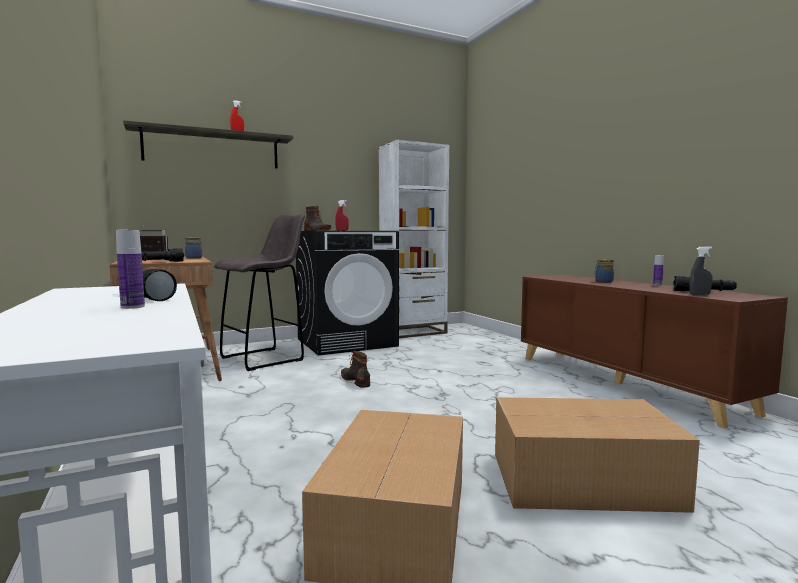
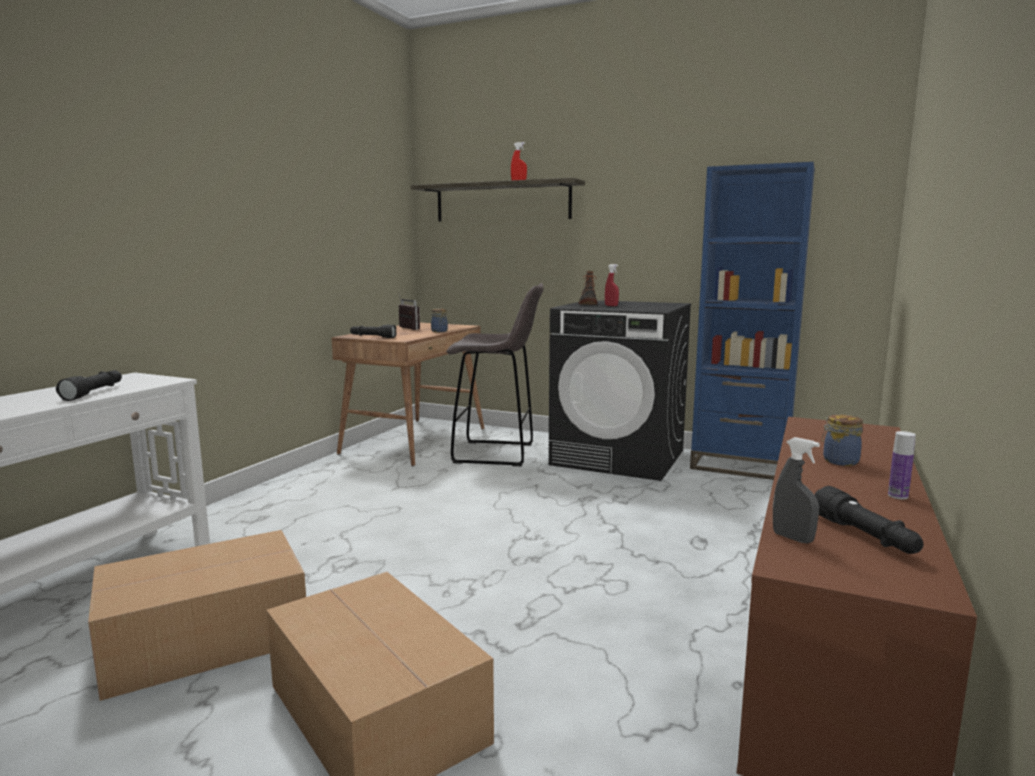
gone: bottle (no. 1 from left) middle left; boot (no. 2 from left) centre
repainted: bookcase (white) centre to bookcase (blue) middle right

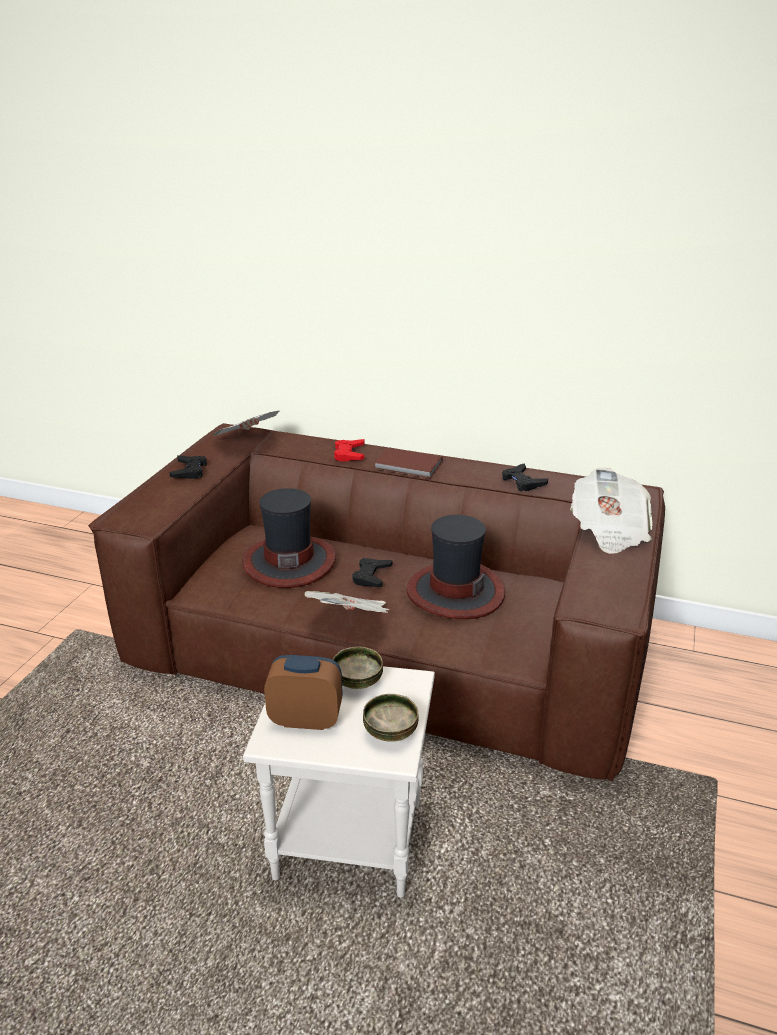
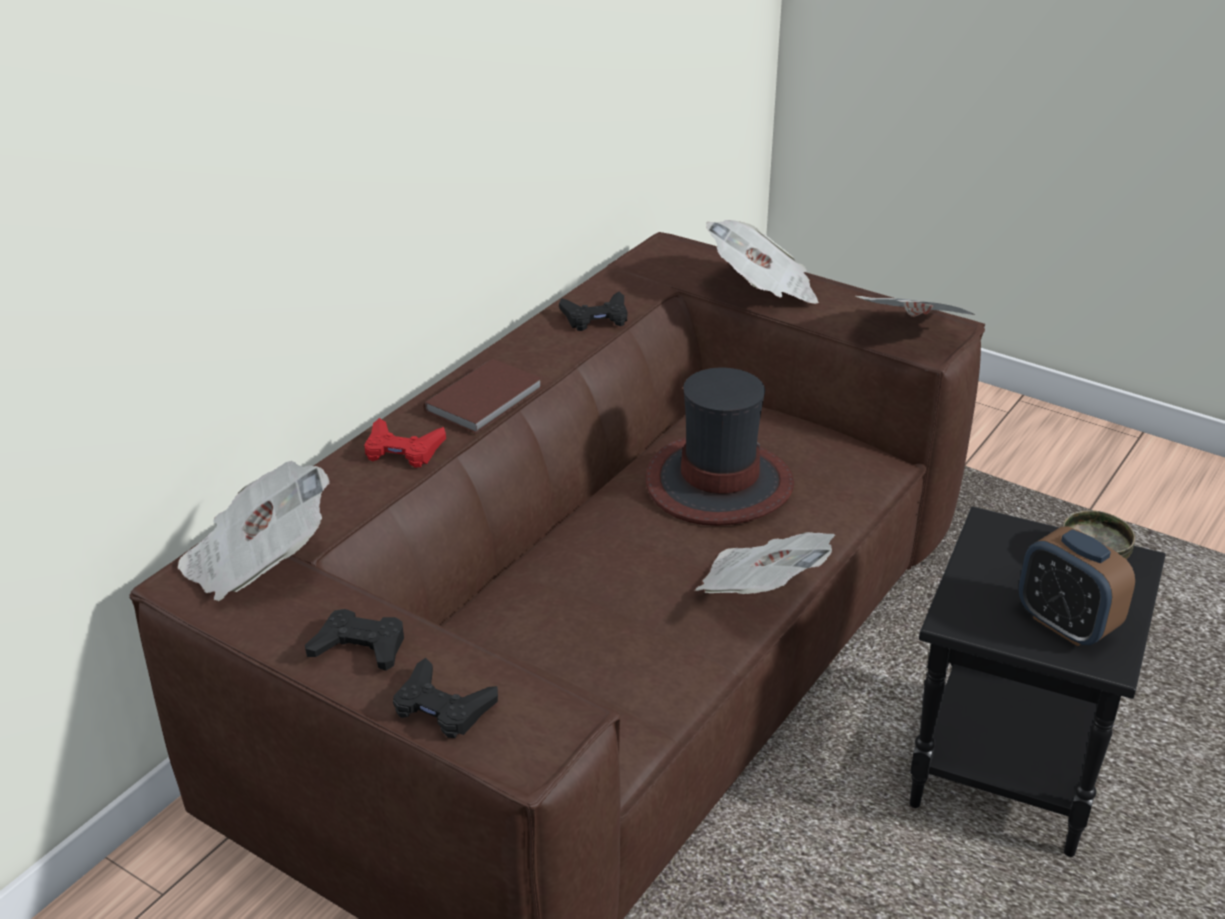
gone: hat (no. 1 from left) centre; bowl (no. 1 from left) centre
new: newspaper (no. 4 from left) top right
shifted: game controller (black) (no. 2 from left) centre to bottom centre
repainted: side table (white) bottom centre to side table (black) bottom right
rotated: alarm clock bottom centre = middle right 60 degrees counterclockwise

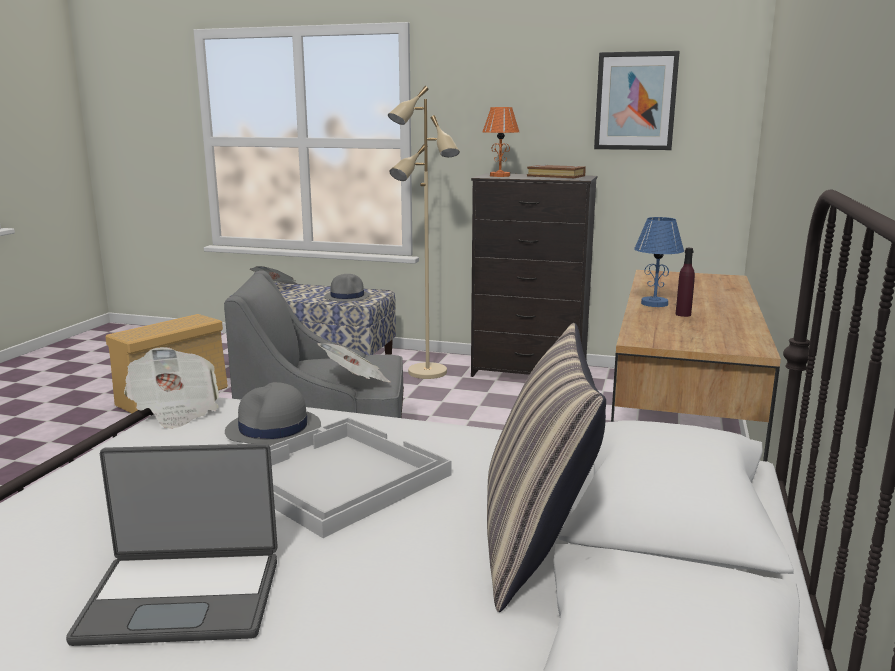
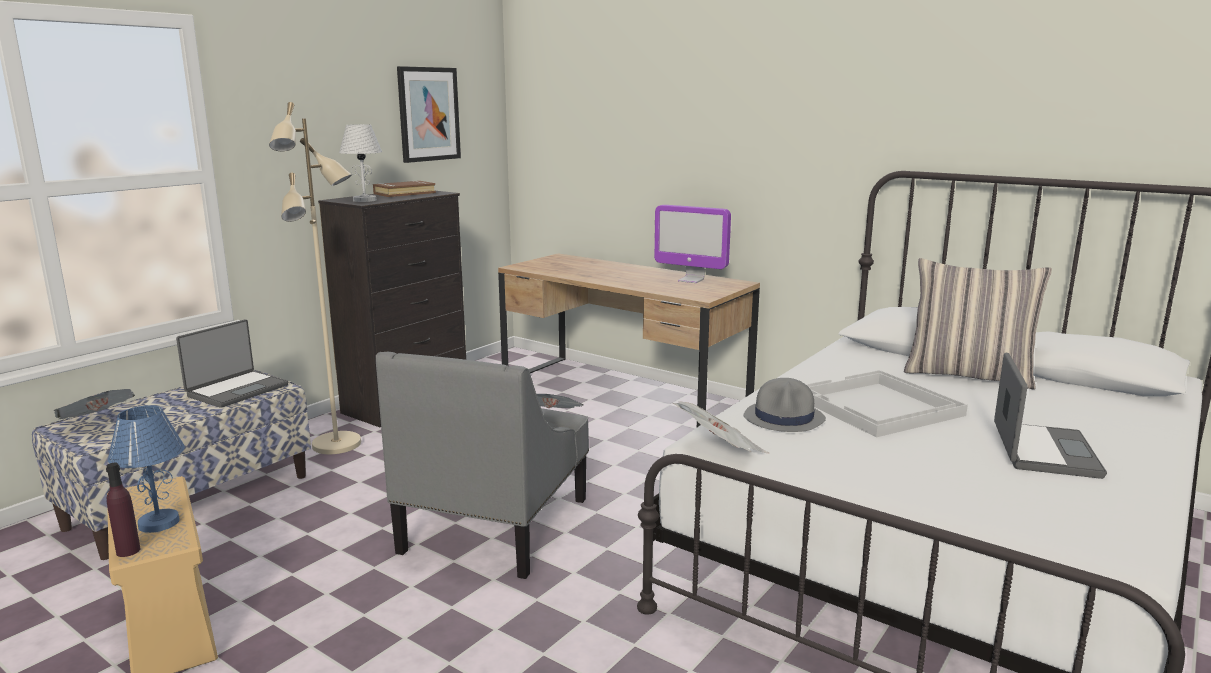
new: monitor centre
shifted: table lamp (blue) middle right to bottom left; bottle (purple) middle right to bottom left
swapped: hat (grey) (no. 2 from left) centre to laptop (no. 1 from left) middle left
repainted: table lamp (orange) top centre to table lamp (white) top left

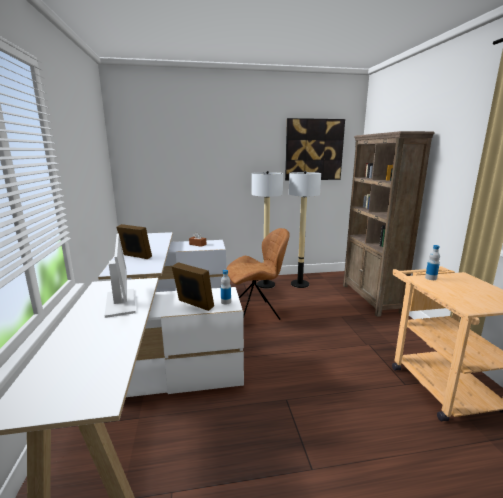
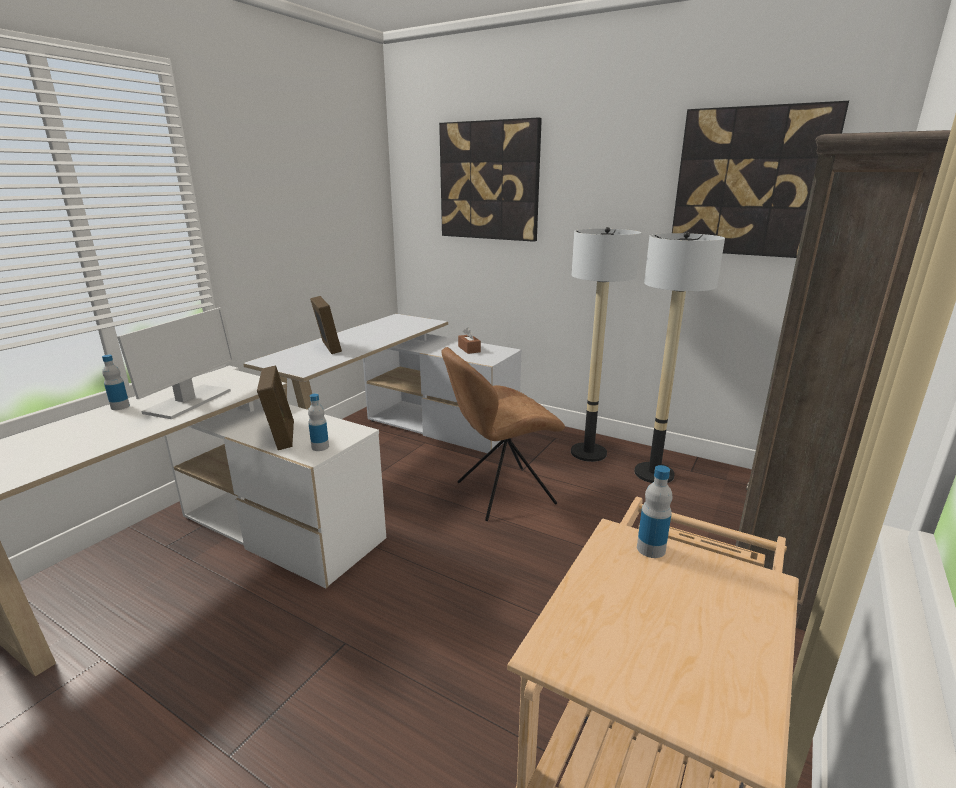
new: bottle (no. 1 from left) middle left; picture (no. 1 from left) top centre
rotated: chair (brown) centre = centre 135 degrees clockwise

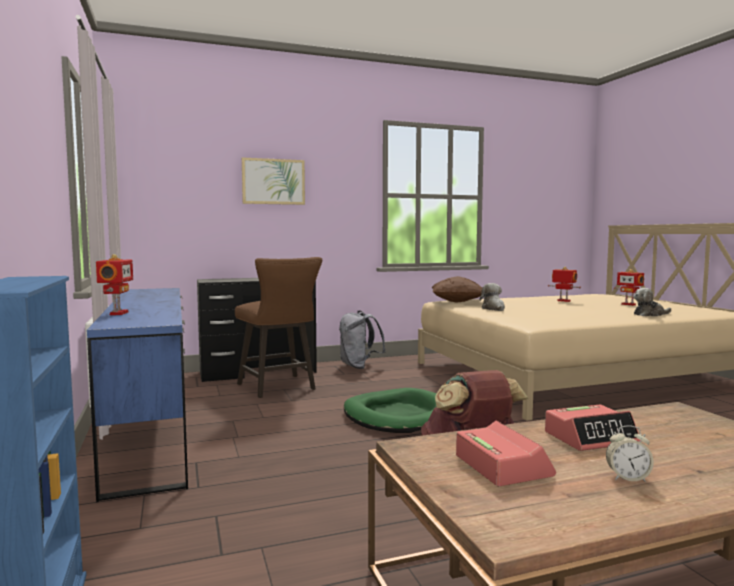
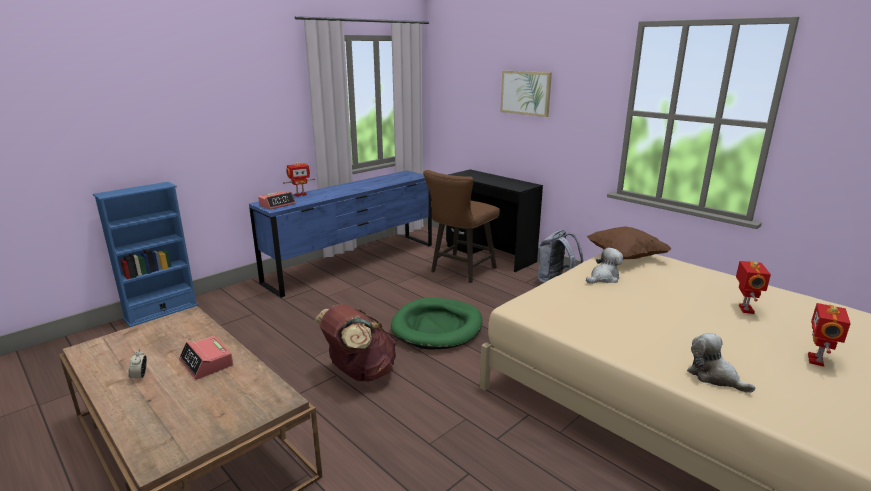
shifted: alarm clock (no. 1 from left in the first image) bottom right to alarm clock (no. 3 from left) middle left

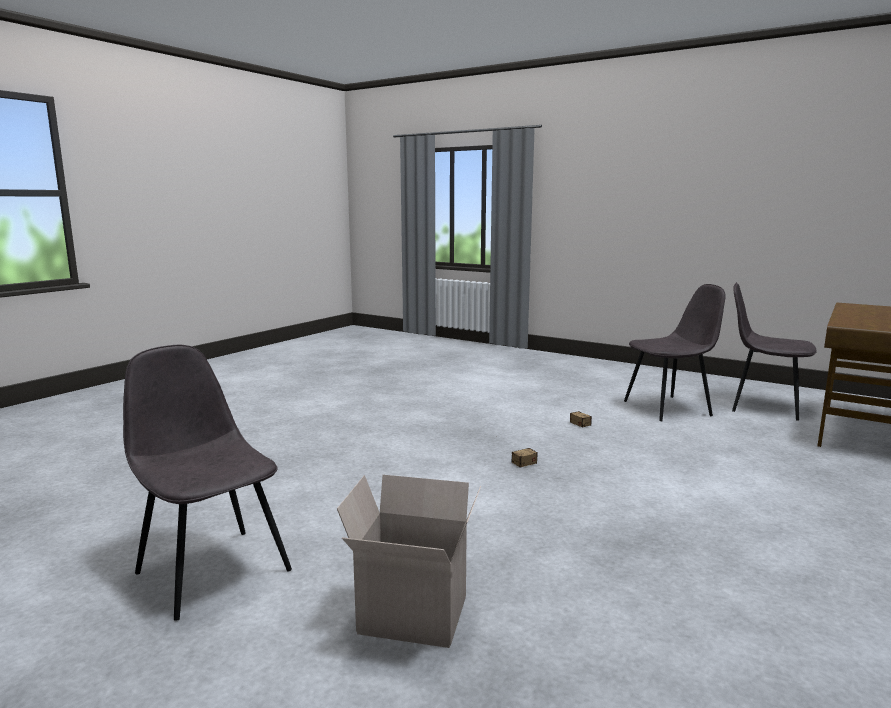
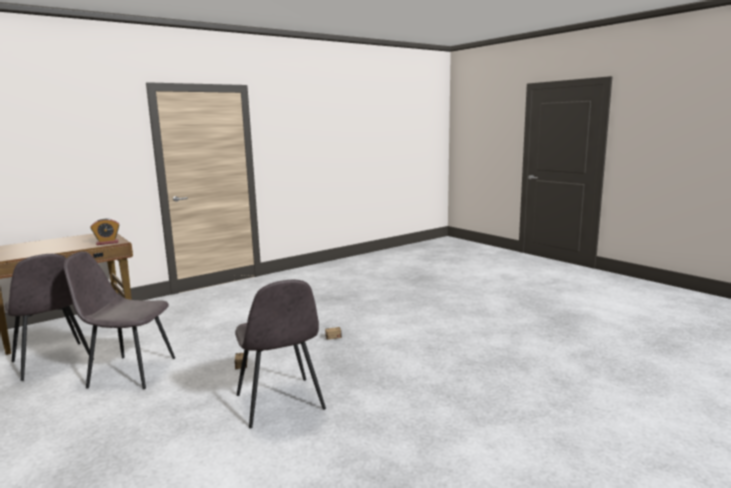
gone: cardboard box bottom centre
new: alarm clock middle left
shifted: chair (grey) (no. 1 from left in the first image) bottom left to chair (grey) (no. 3 from left) bottom centre

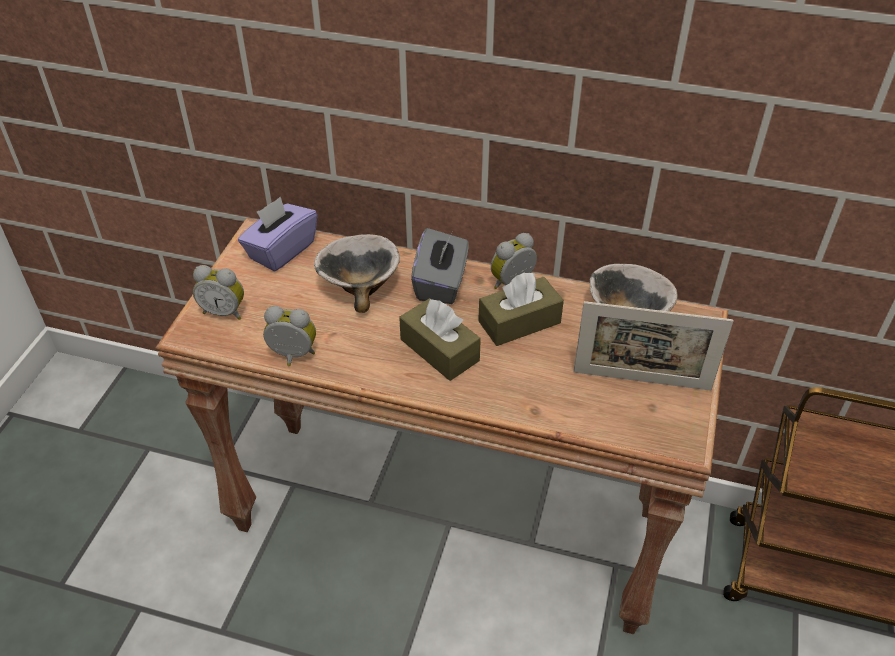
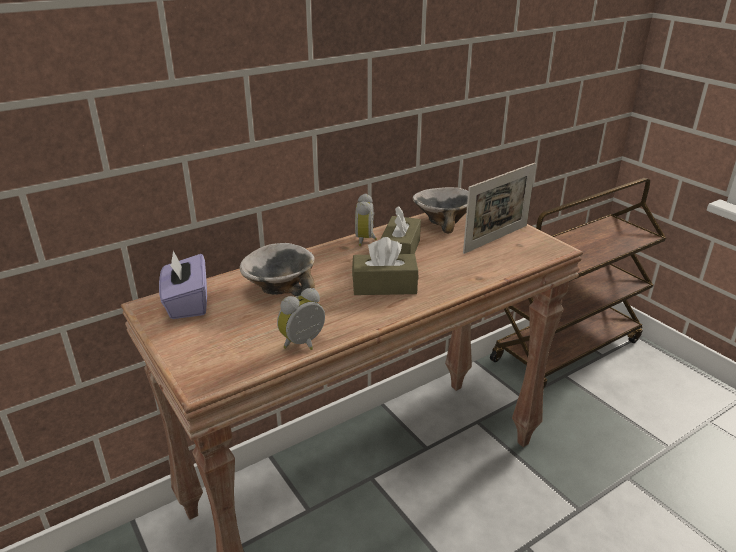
gone: alarm clock (no. 1 from left) middle left; tissue box (grey) centre

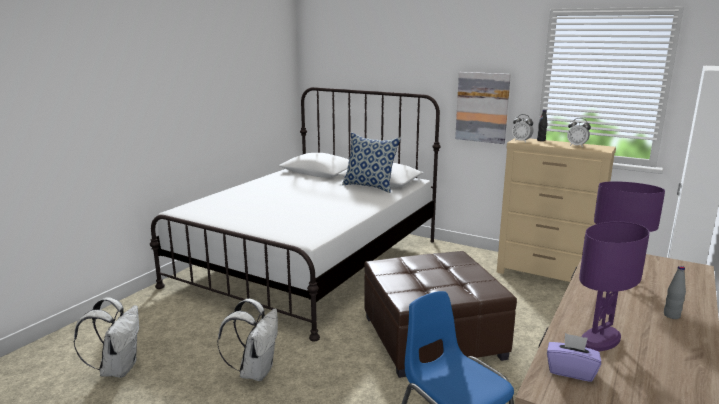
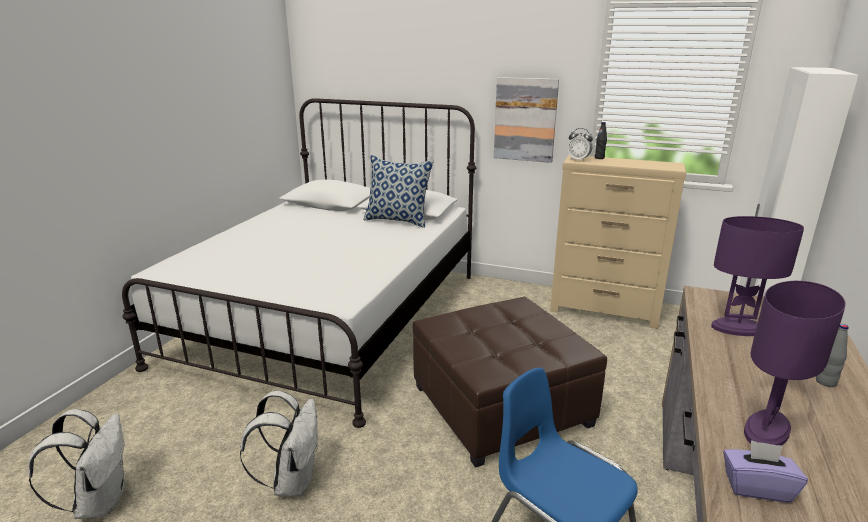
gone: alarm clock (no. 2 from left) top right

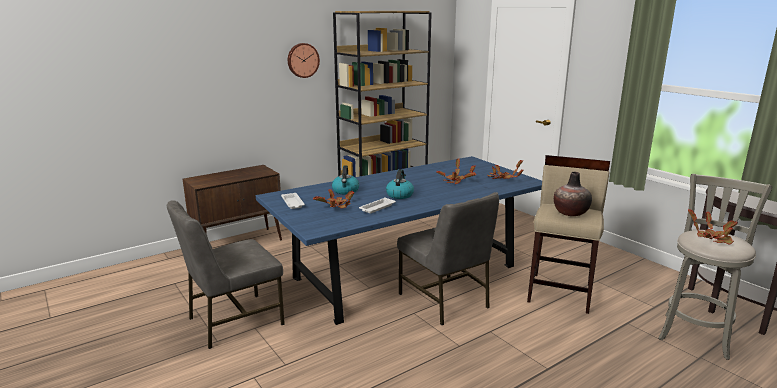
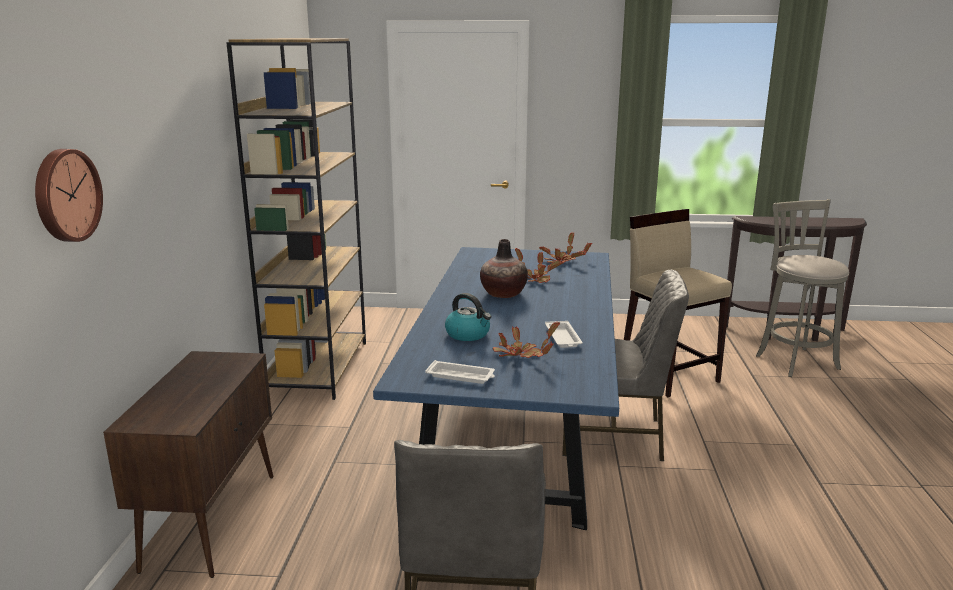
gone: kettle (no. 2 from left) centre; potted plant (no. 4 from left) middle right
shifted: wall clock top centre to top left; vase middle right to centre

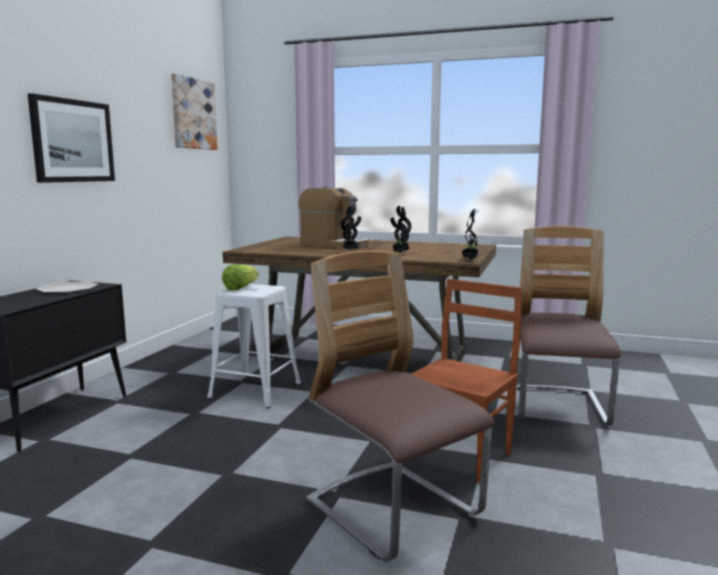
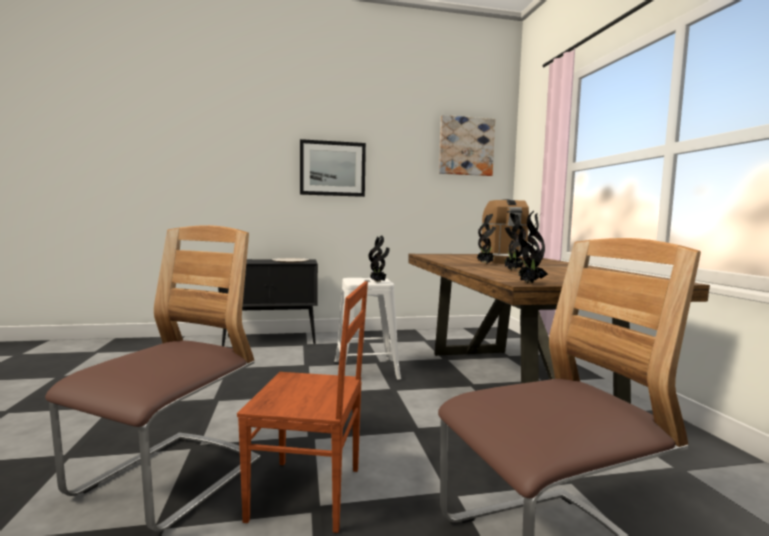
gone: lettuce centre
new: potted plant (no. 1 from left) centre

